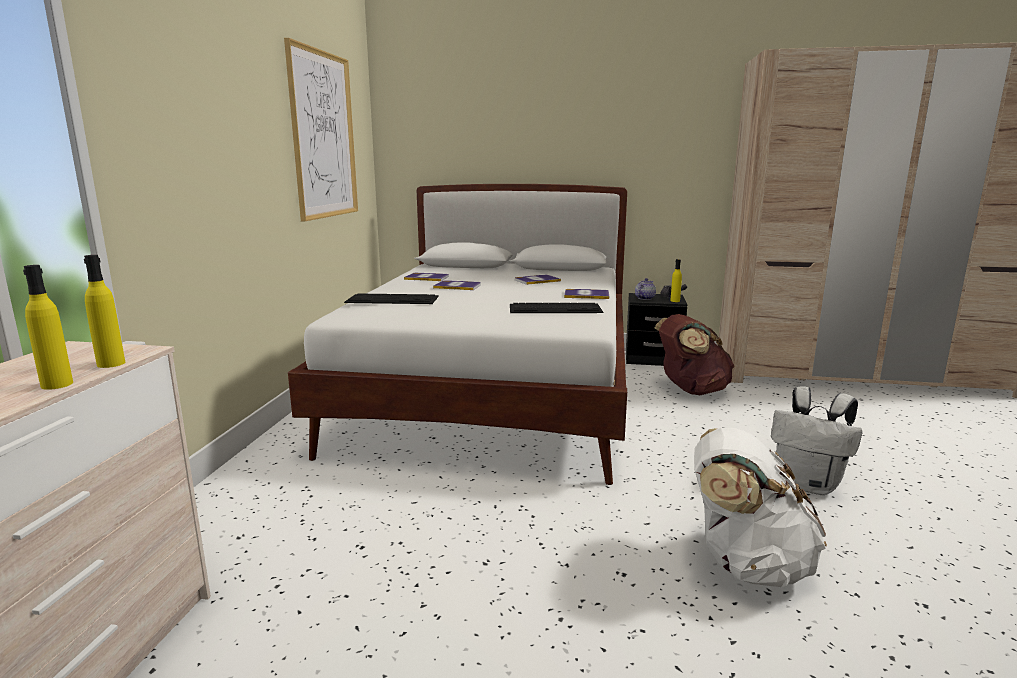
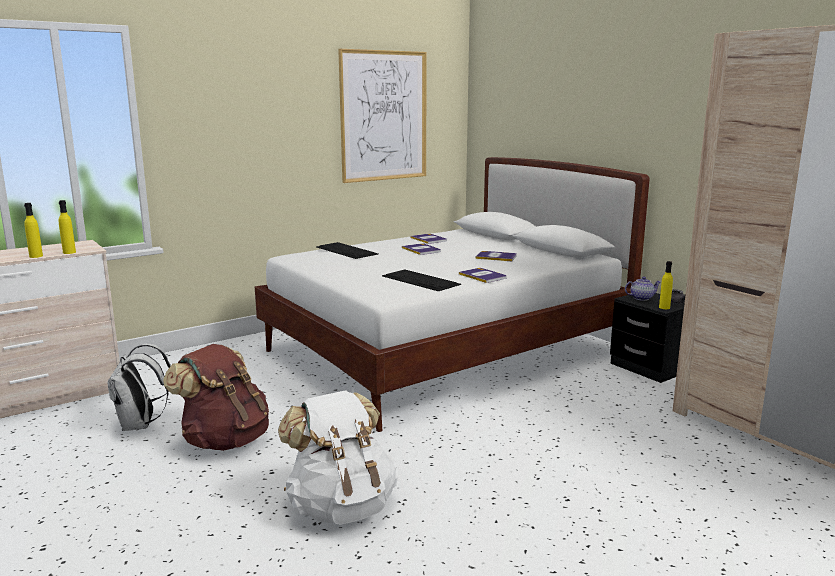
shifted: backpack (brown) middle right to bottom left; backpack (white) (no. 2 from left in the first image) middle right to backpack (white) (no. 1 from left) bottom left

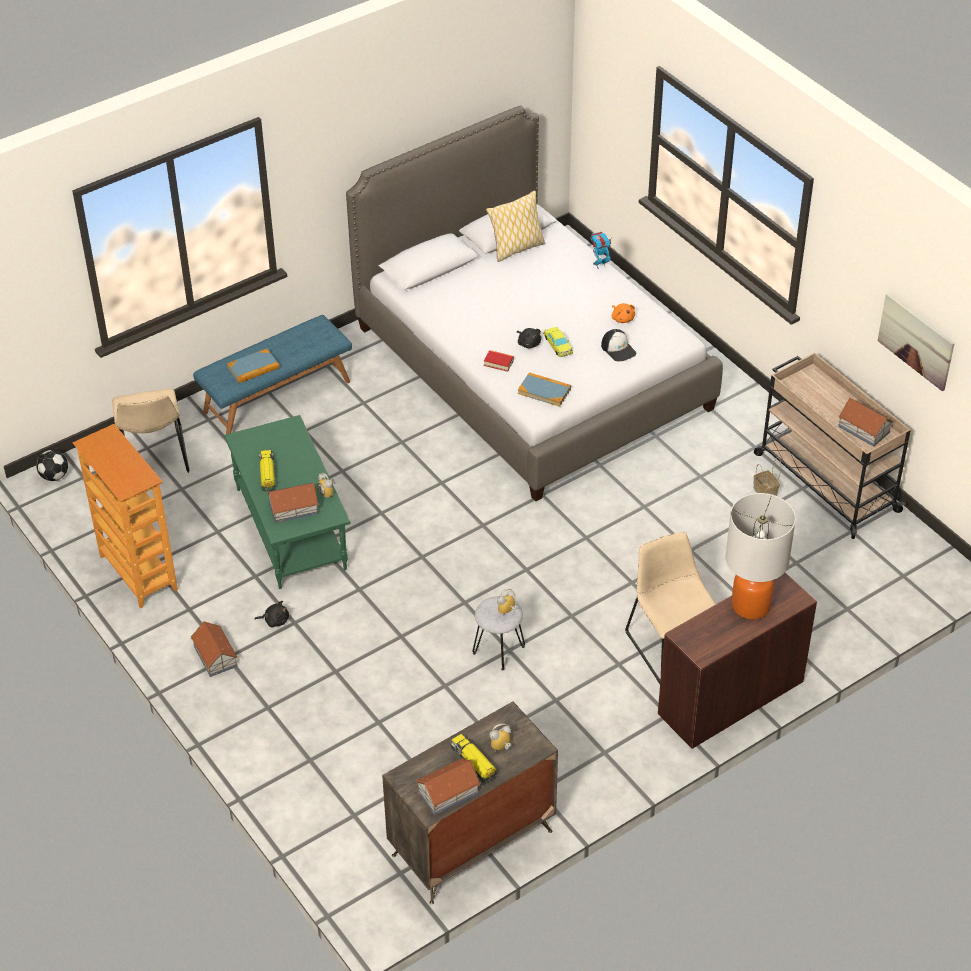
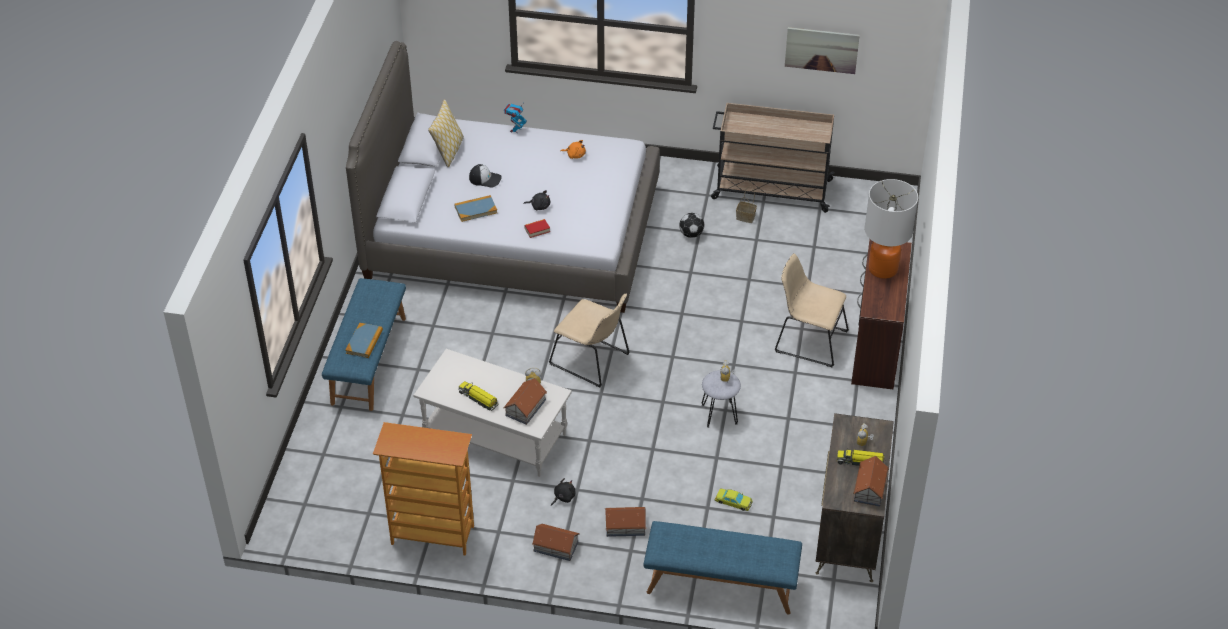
new: bench (blue) (no. 2 from left) bottom centre
shifted: football middle left to centre; chair (beige) (no. 1 from left) middle left to centre; book (no. 3 from left in the first image) centre to book (no. 2 from left) top centre; toy car (yellow) centre to bottom centre; cap centre to top centre; toy house (no. 4 from left in the first image) middle right to toy house (no. 3 from left) bottom centre
repainted: coffee table (green) middle left to coffee table (white) centre

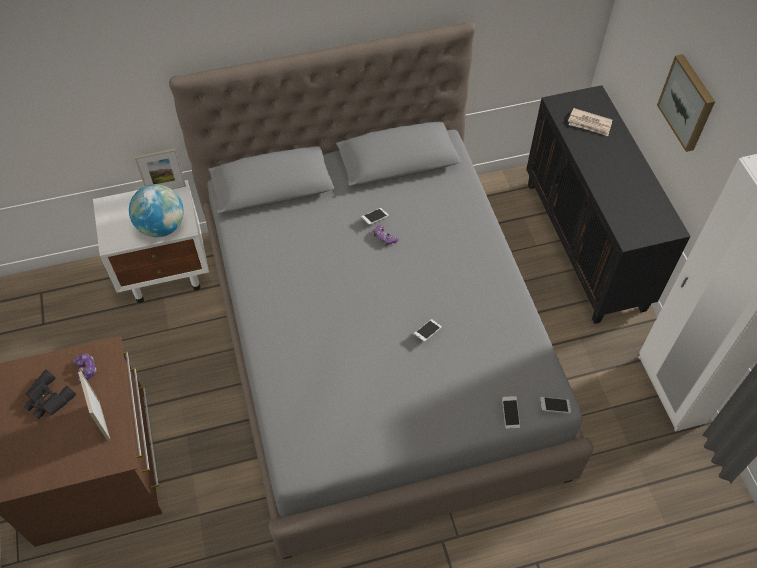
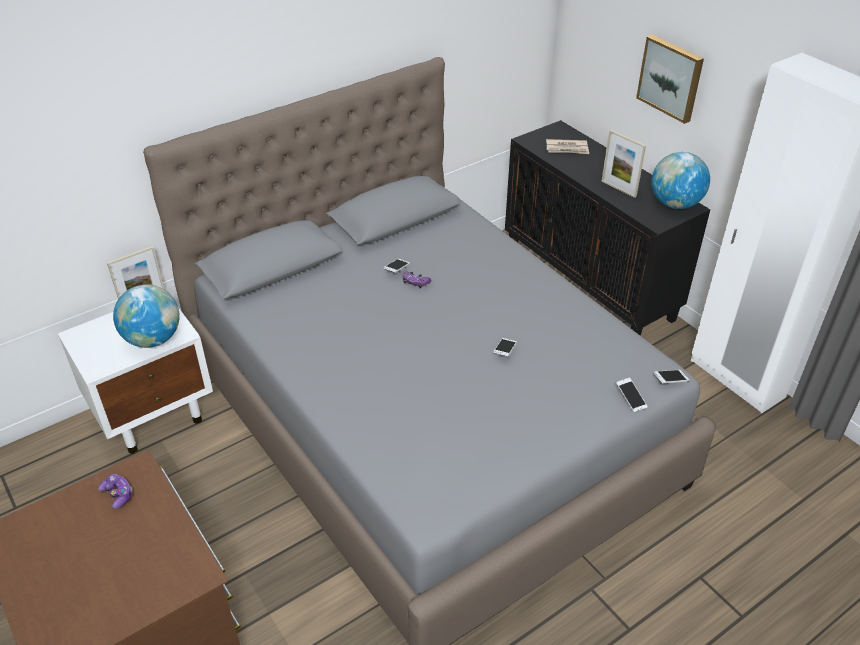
gone: binoculars (black) bottom left
new: globe (no. 2 from left) top right
shifted: picture frame (no. 1 from left in the first image) bottom left to picture frame (no. 2 from left) top right

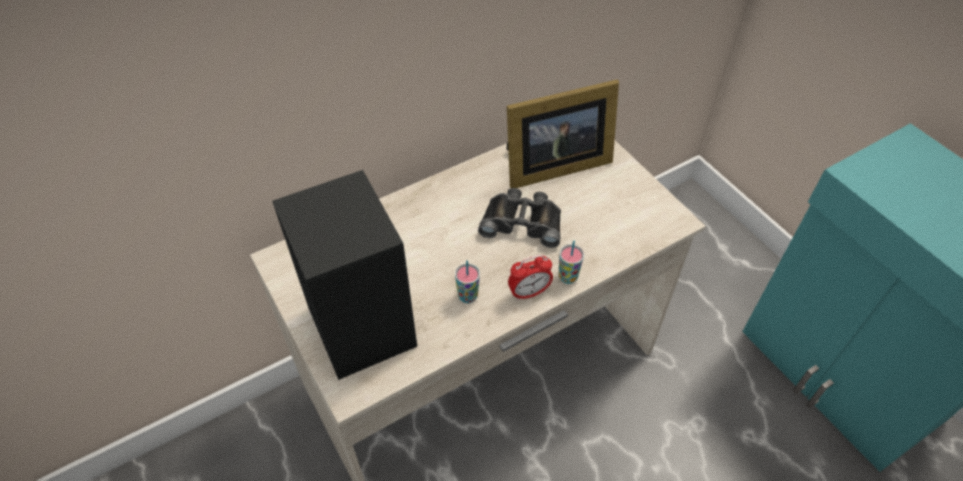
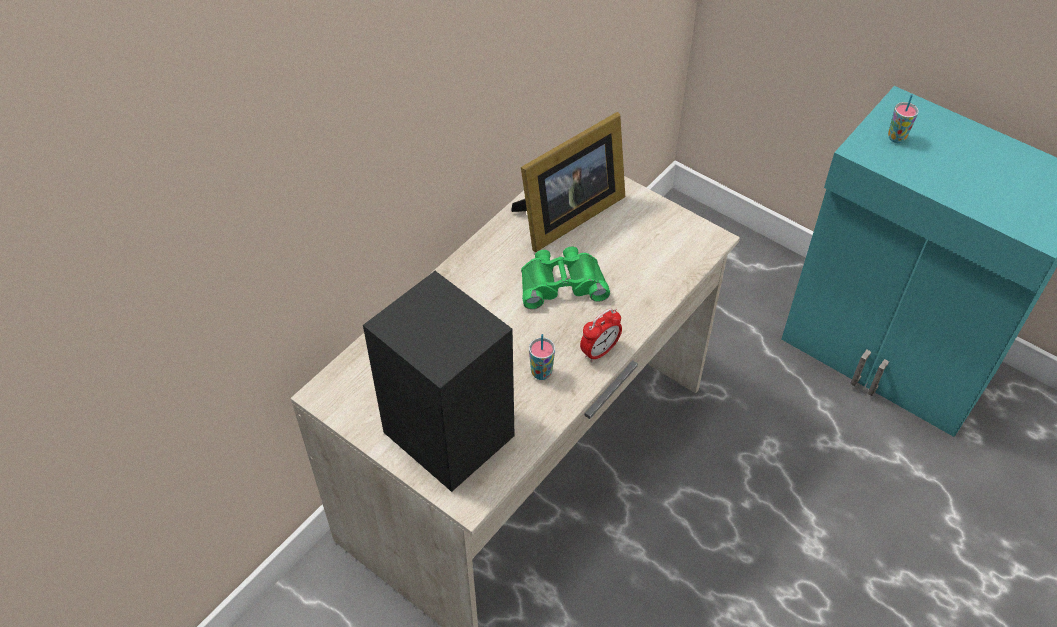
shifted: cup (no. 2 from left) centre to top right
repainted: binoculars (black) centre to binoculars (green) centre

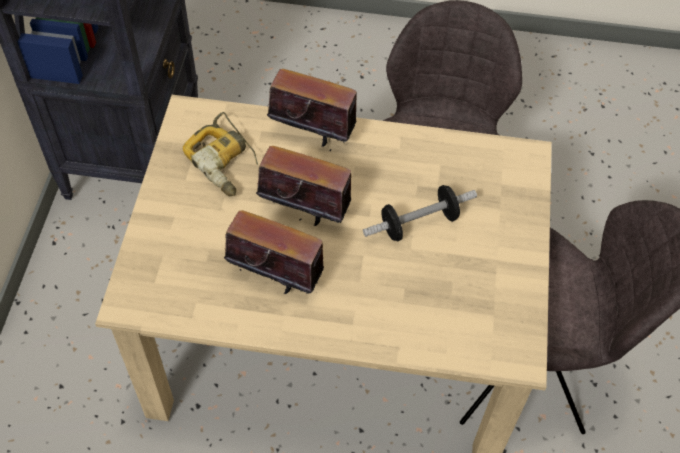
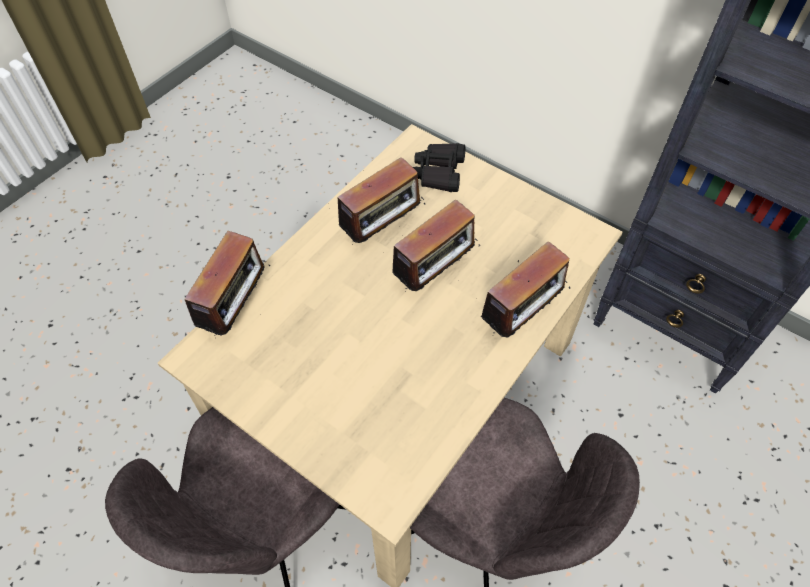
gone: power drill middle left; dumbbell centre
new: radio (no. 1 from left) middle left; binoculars (black) top centre

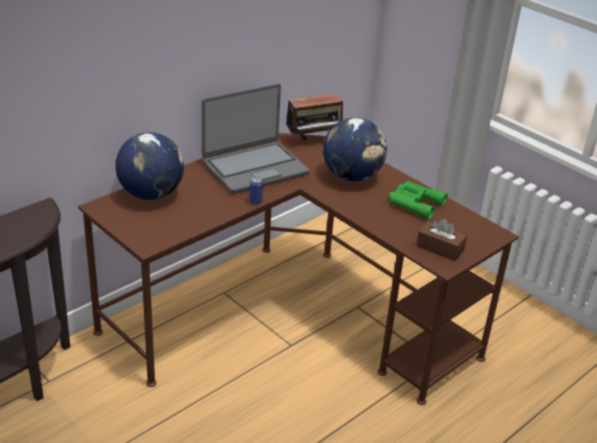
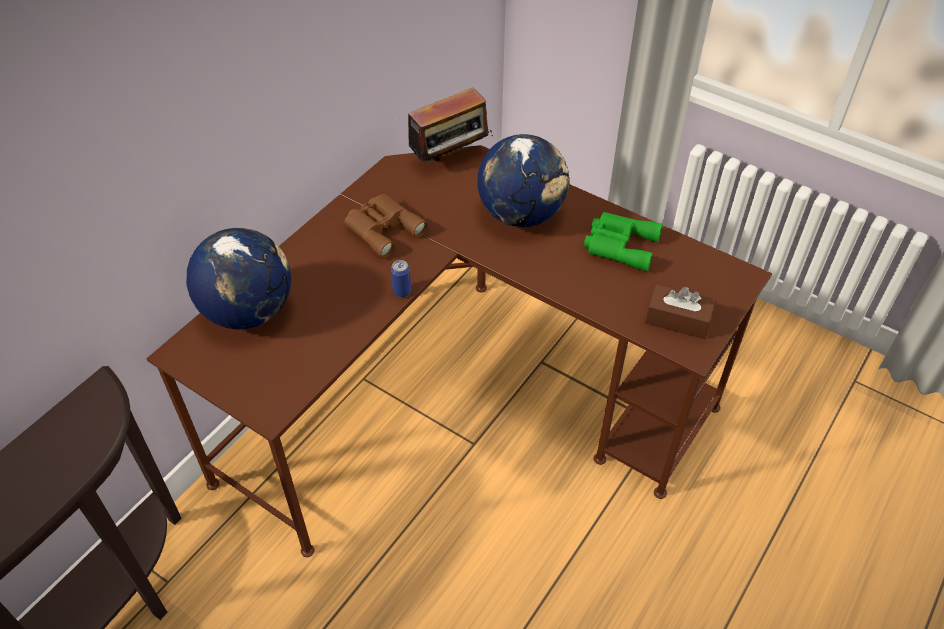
swapped: laptop top centre to binoculars (brown) centre

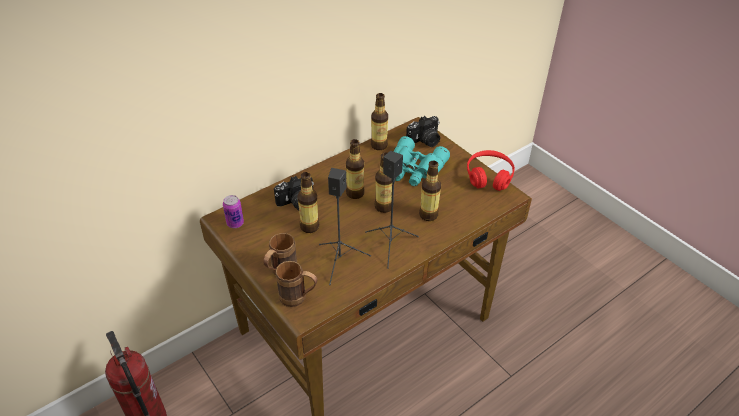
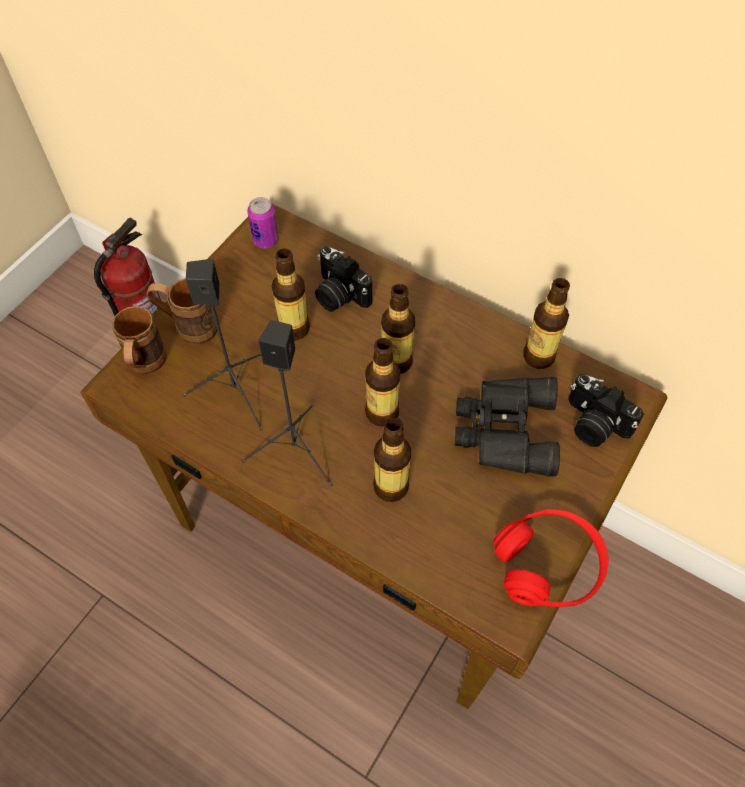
repainted: binoculars (turquoise) centre to binoculars (black) middle right

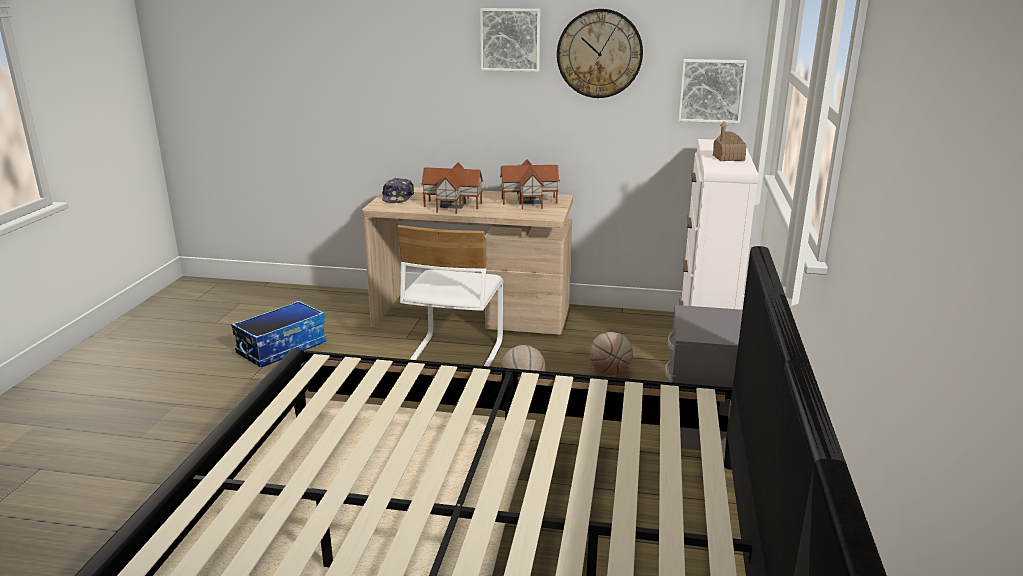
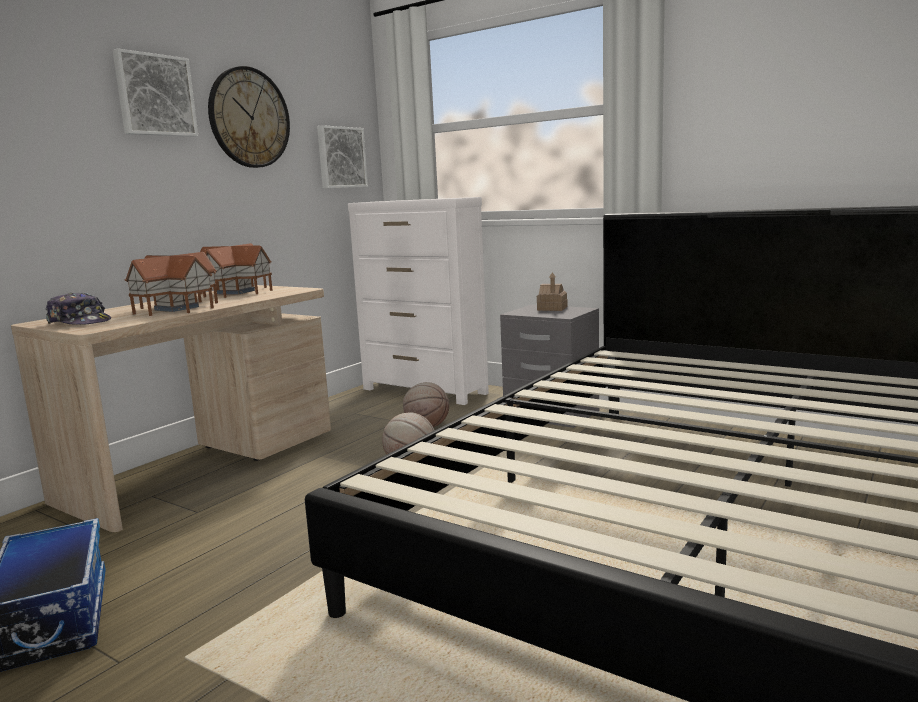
gone: chair (white) centre
shifted: toy house (no. 3 from left) top right to centre

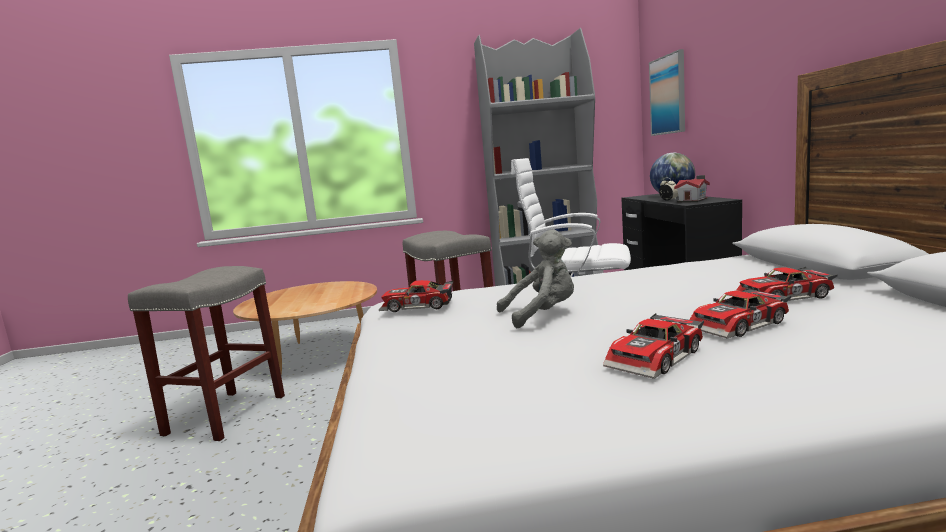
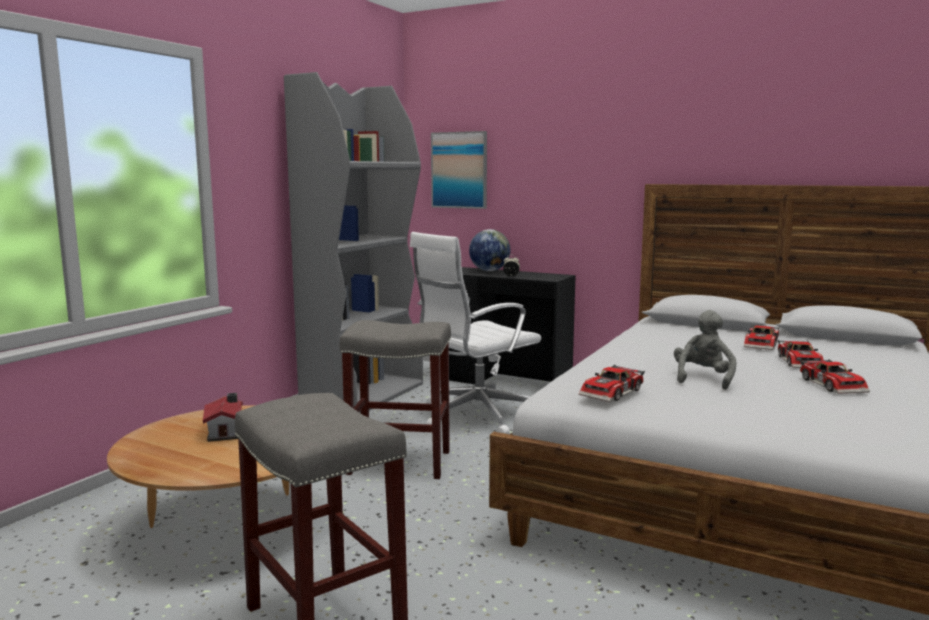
shifted: toy house middle right to bottom left

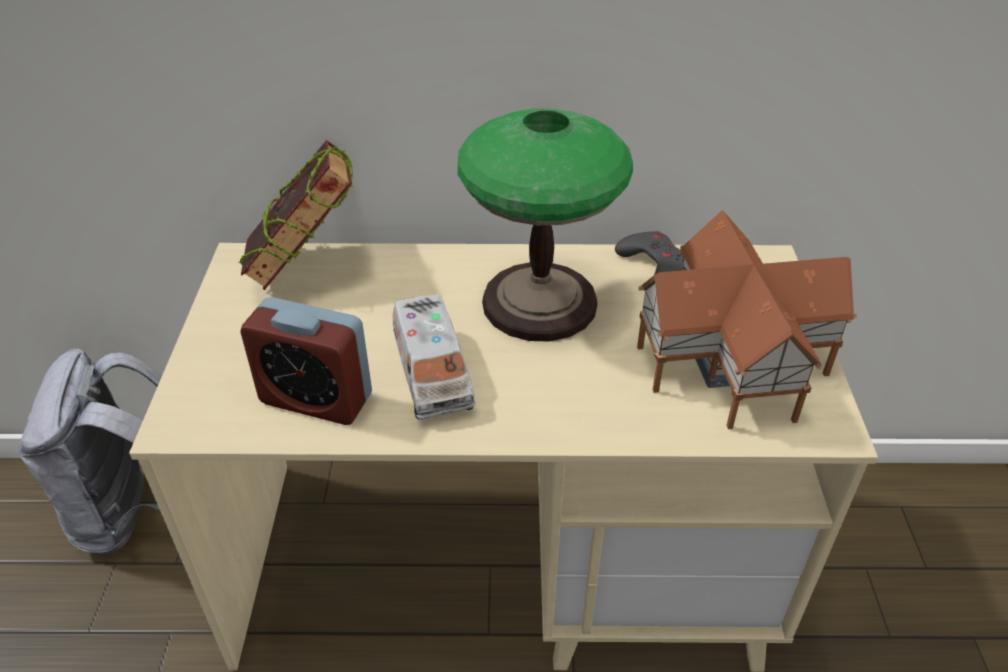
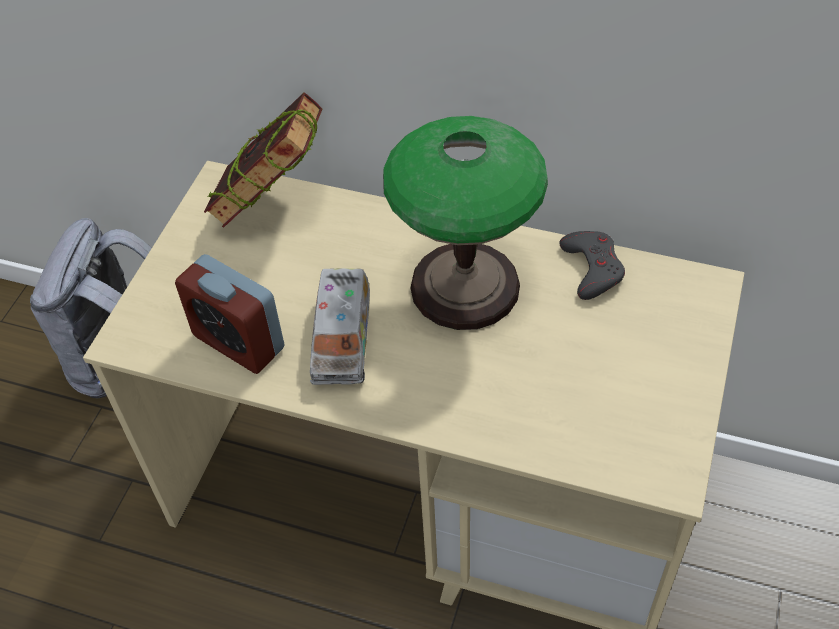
gone: toy house middle right

